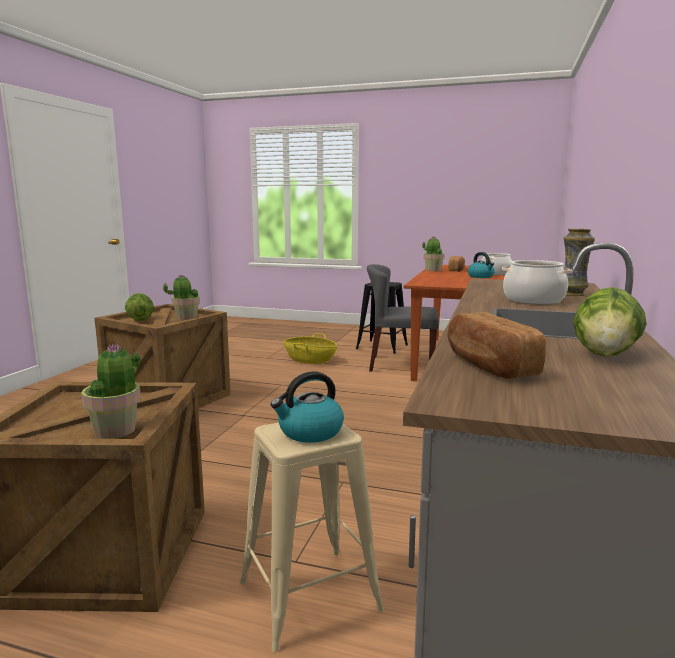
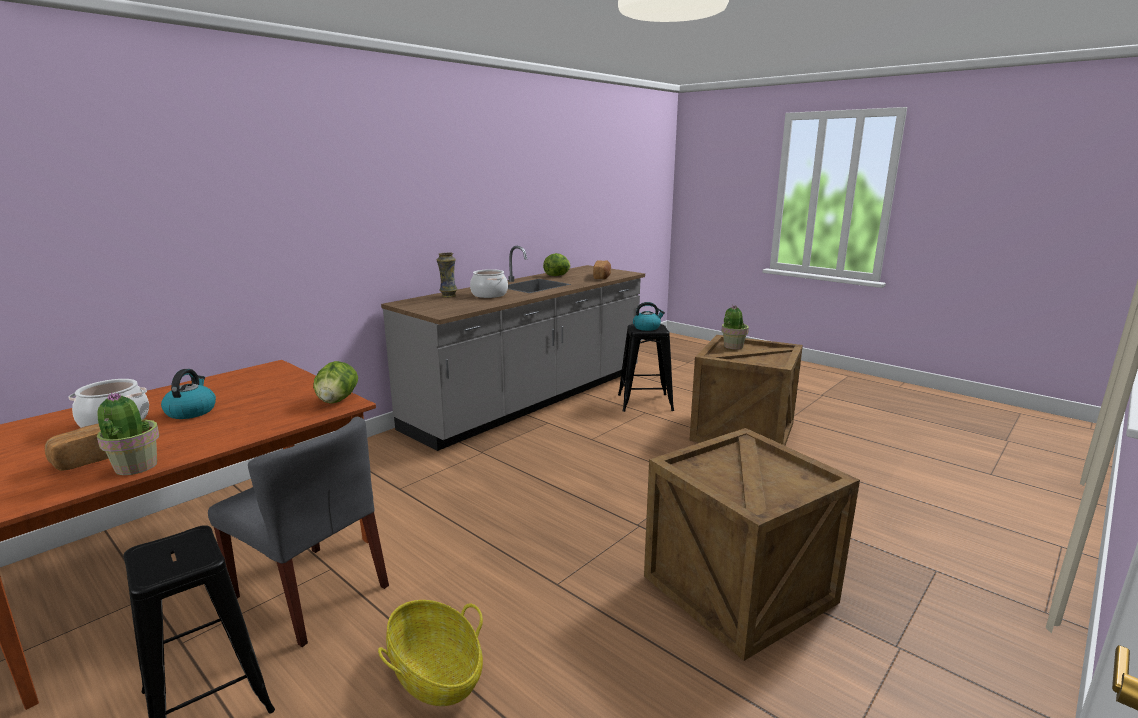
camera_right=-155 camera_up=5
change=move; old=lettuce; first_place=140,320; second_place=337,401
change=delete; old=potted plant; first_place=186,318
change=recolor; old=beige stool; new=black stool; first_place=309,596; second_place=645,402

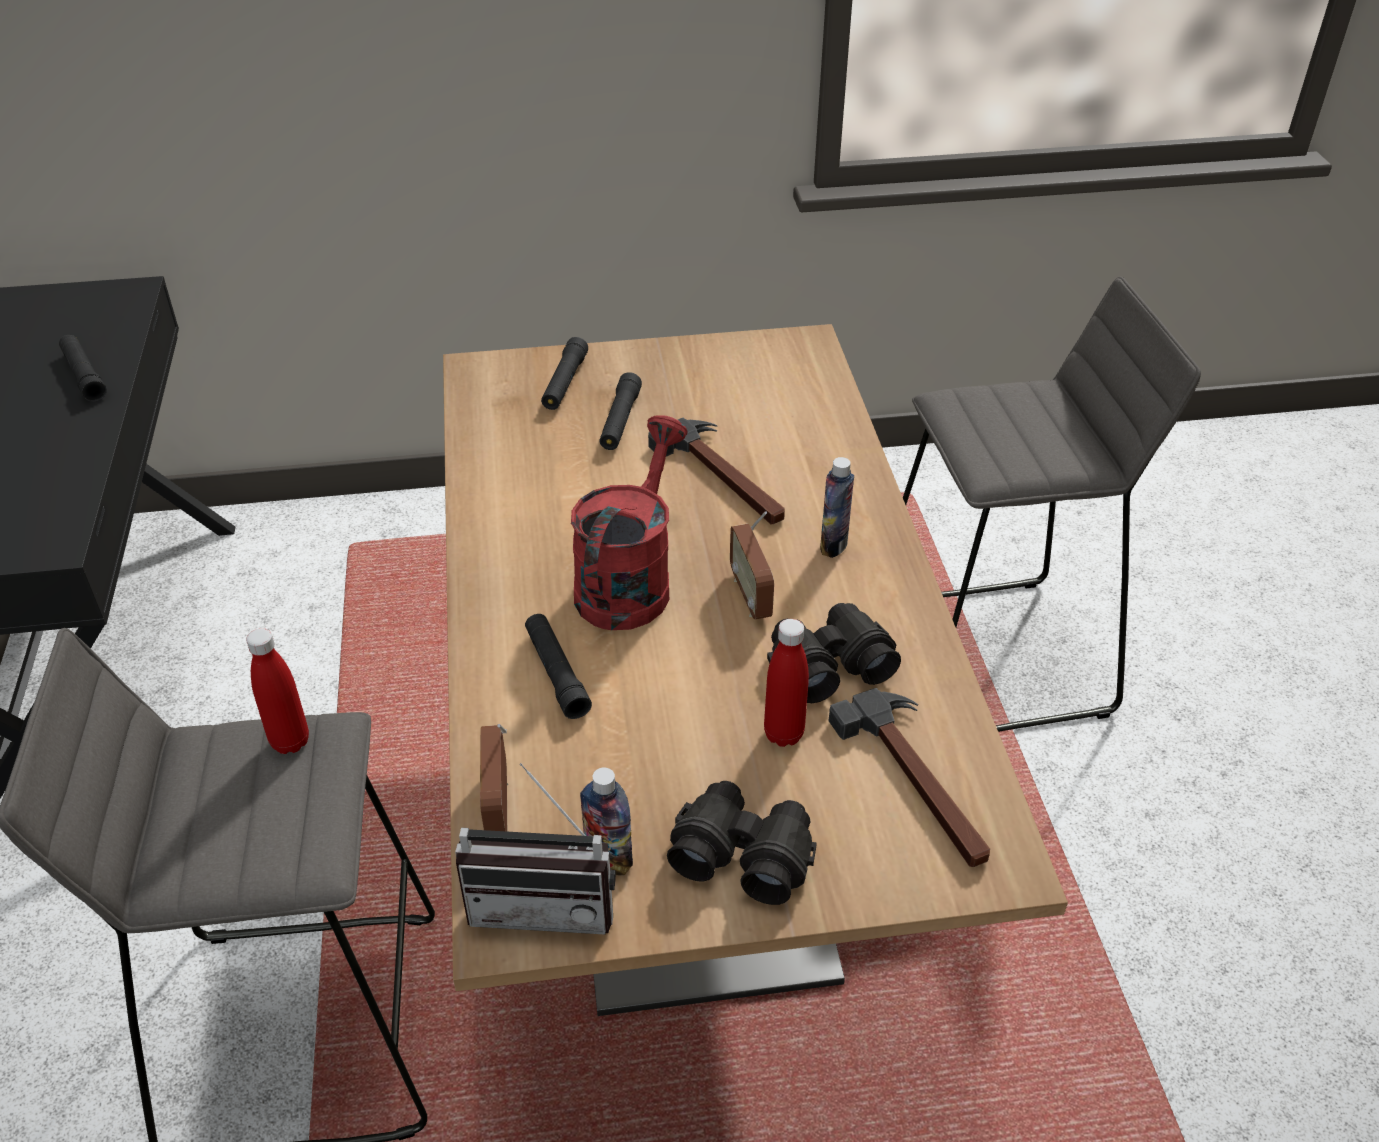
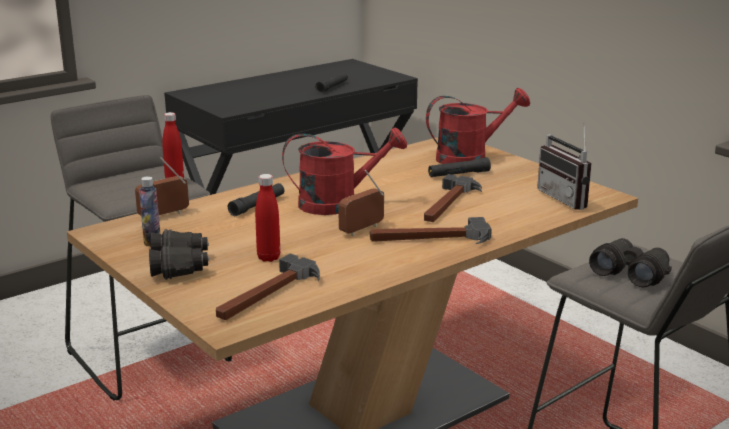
camera_right=60 camera_up=-20
change=move; old=radio; first_place=545,902; second_place=568,199
change=replace; old=black flashlight; new=red watering can; first_place=565,383; second_place=470,157
change=move; old=black binoculars; first_place=828,665; second_place=630,273
change=replace; old=bottle; new=hammer; first_place=833,545; second_place=430,239

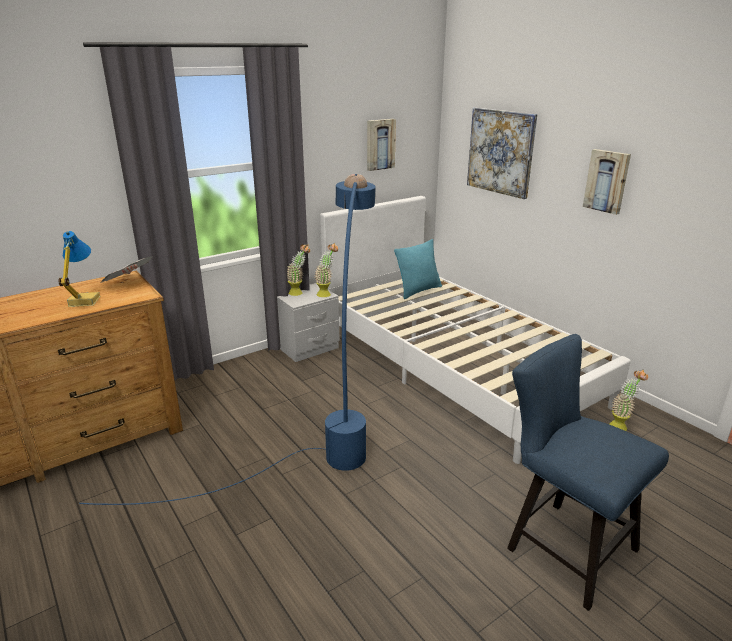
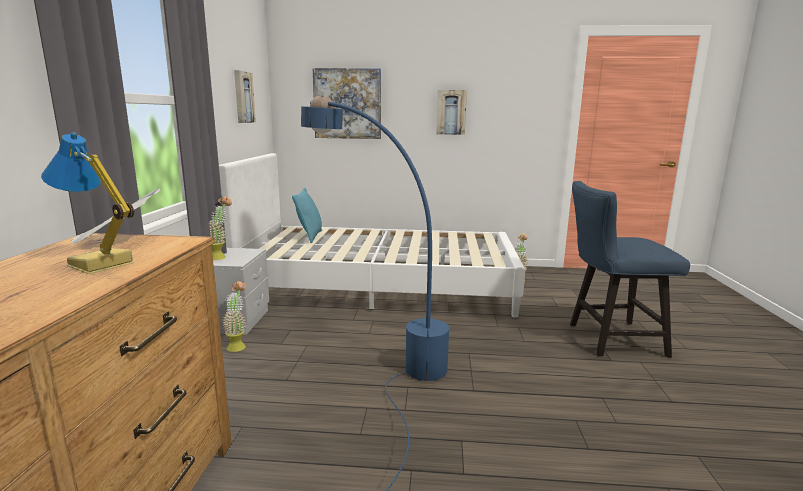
camera_right=-50 camera_up=-10
change=move; old=potted plant; first_place=327,293; second_place=238,345

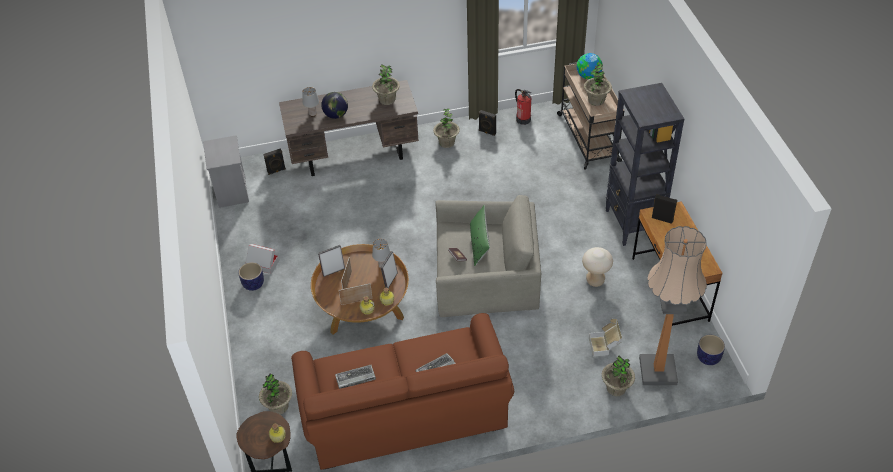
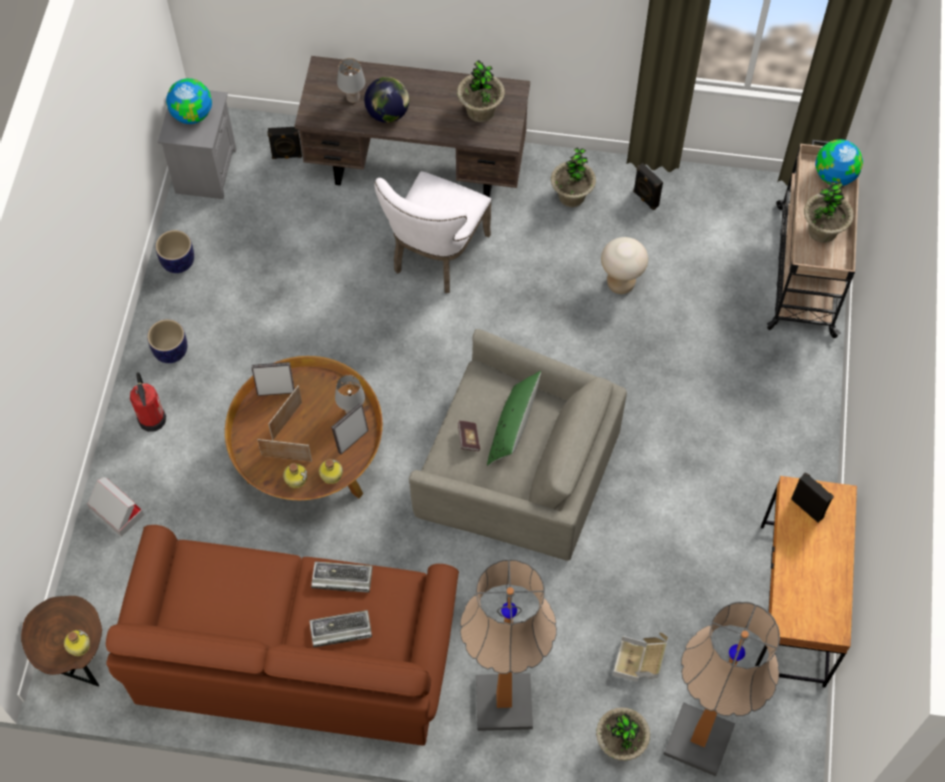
camera_right=20 camera_up=15
change=move; old=cardboard box; first_place=262,264; second_place=116,511
change=delete; old=potted plant; first_place=278,406
change=move; old=keyboard; first_place=355,378; second_place=341,578
change=move; old=fire extinguisher; first_place=523,119; second_place=152,418
change=move; old=beige stool; first_place=595,281; second_place=620,284
change=delete; old=black bookcase; first_place=633,224
change=move; old=planter; first_place=708,358; second_place=178,262
change=insert; new=globe; second_place=192,114
change=insert; new=white chair; second_place=436,257
change=insert; new=floor lamp; second_place=503,703

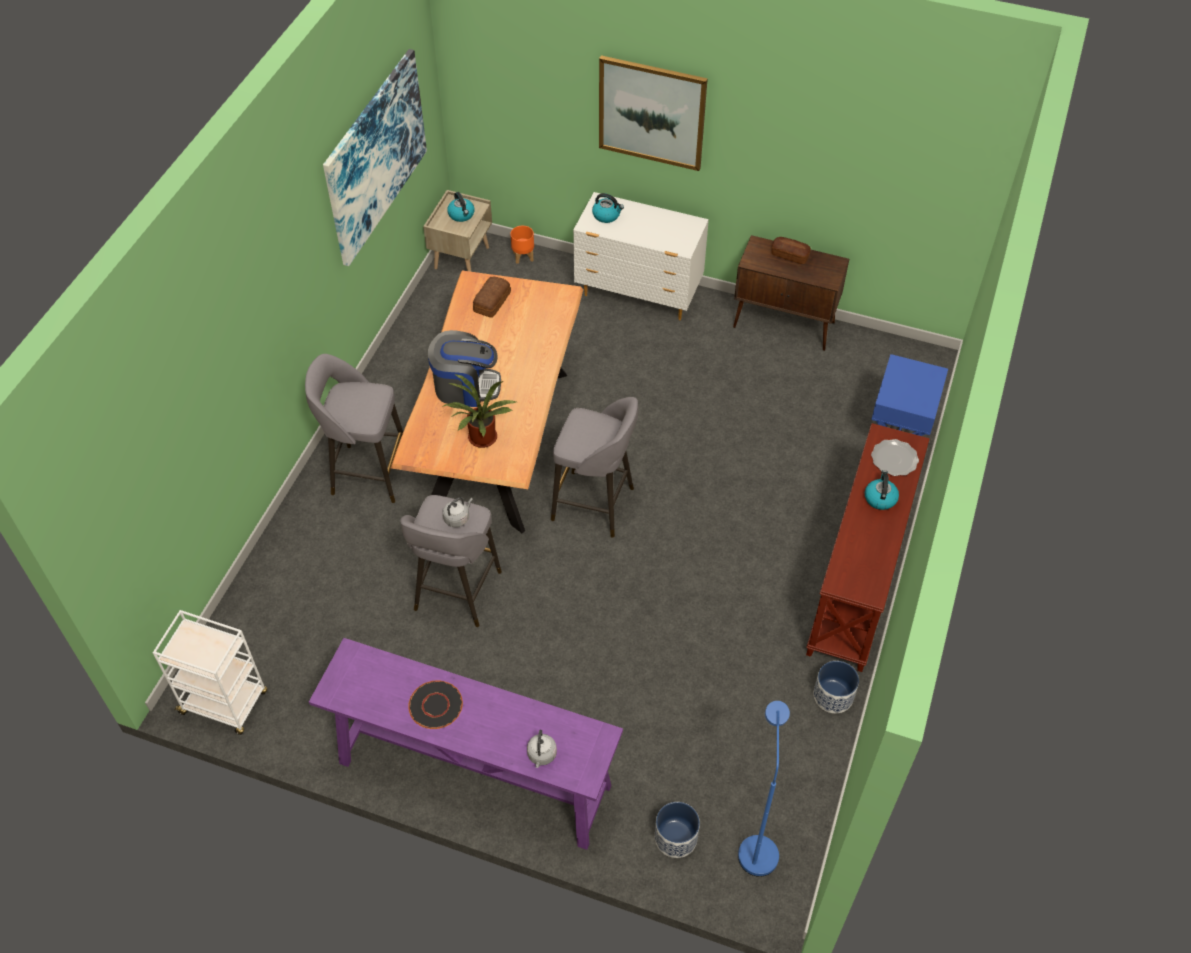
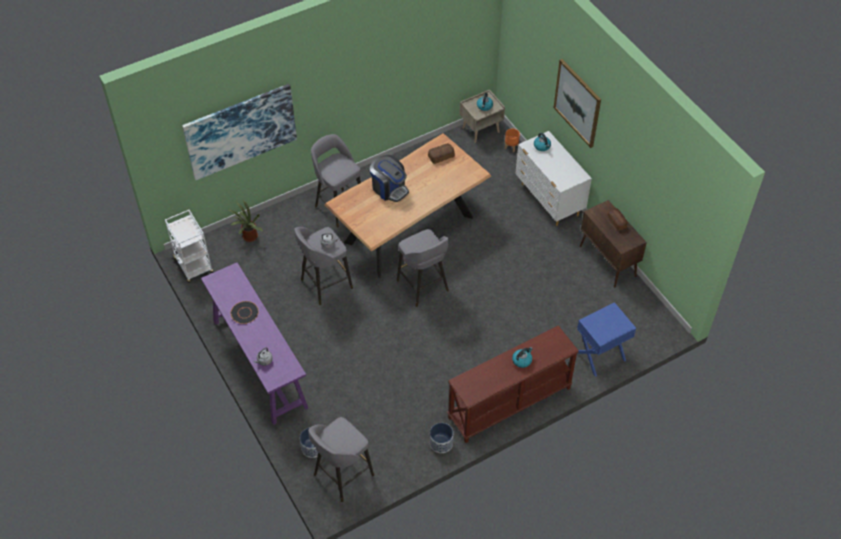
camera_right=40 camera_up=0
change=move; old=picture; first_place=375,156; second_place=240,131
change=move; old=potted plant; first_place=481,440; second_place=248,237
change=replace; old=blue floor lamp; new=grey stool; first_place=756,845; second_place=342,476
change=delete; old=plate; first_place=894,459

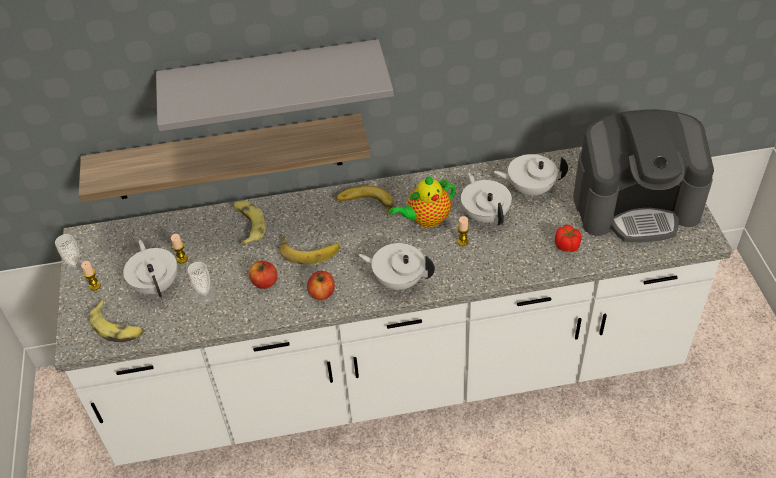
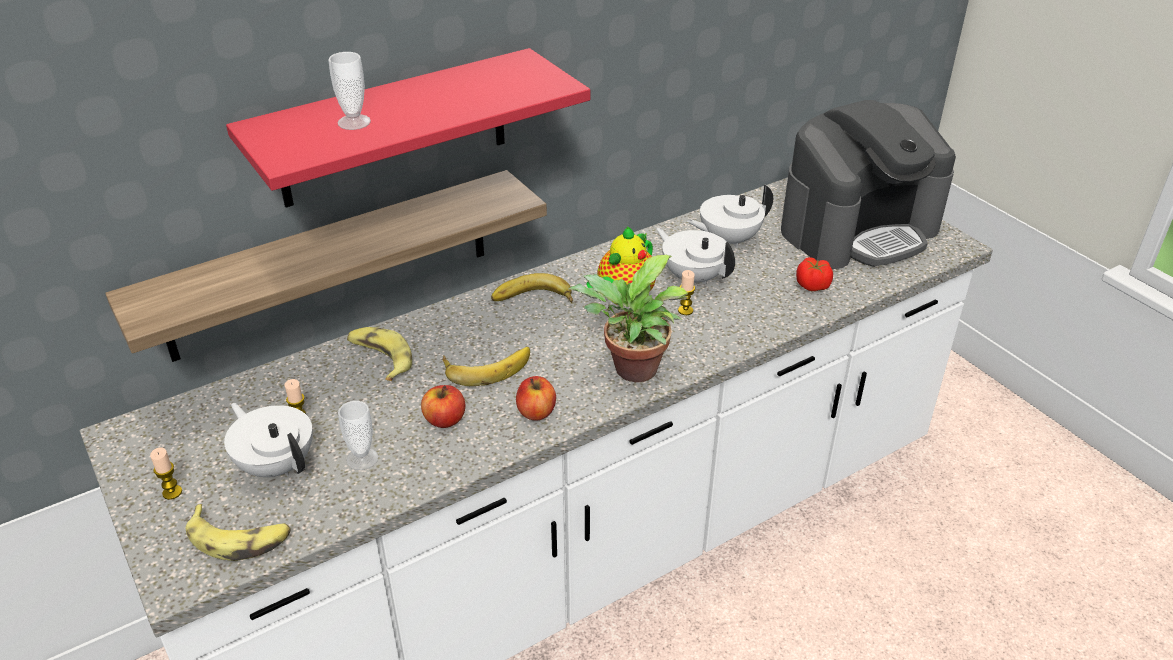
camera_right=-25 camera_up=-10
change=move; old=cup; first_place=76,267; second_place=354,122
change=recolor; old=grey shelf; new=red shelf; first_place=273,82; second_place=393,129
change=replace; old=white teapot; new=potted plant; first_place=398,280; second_place=631,371

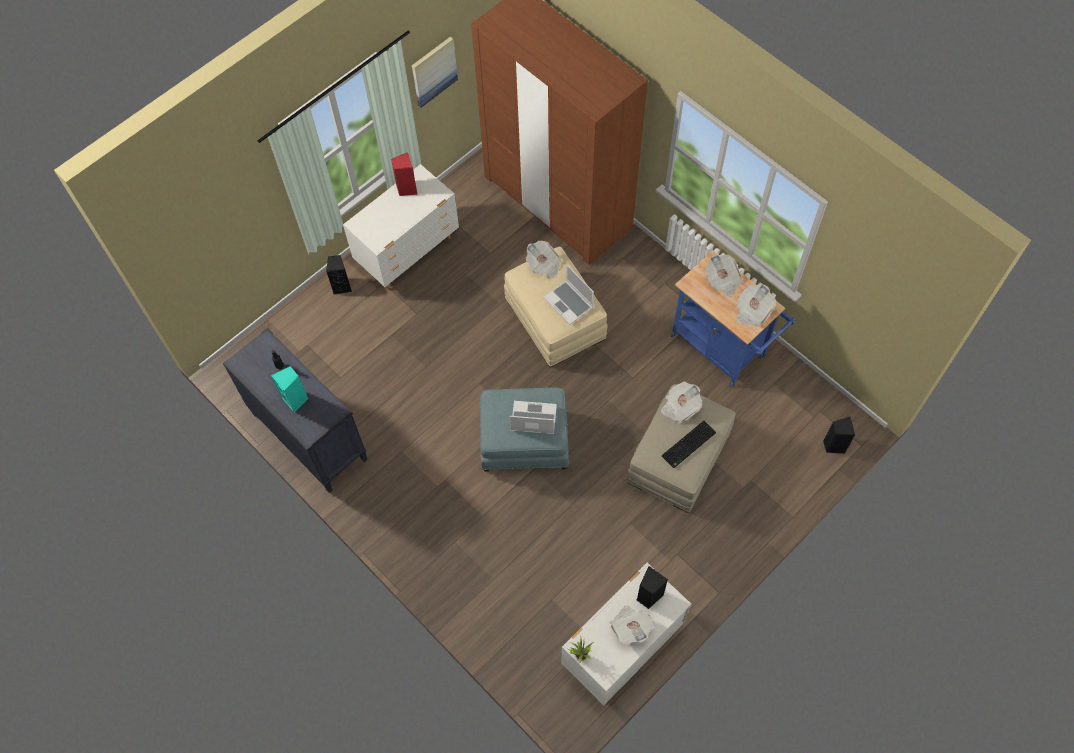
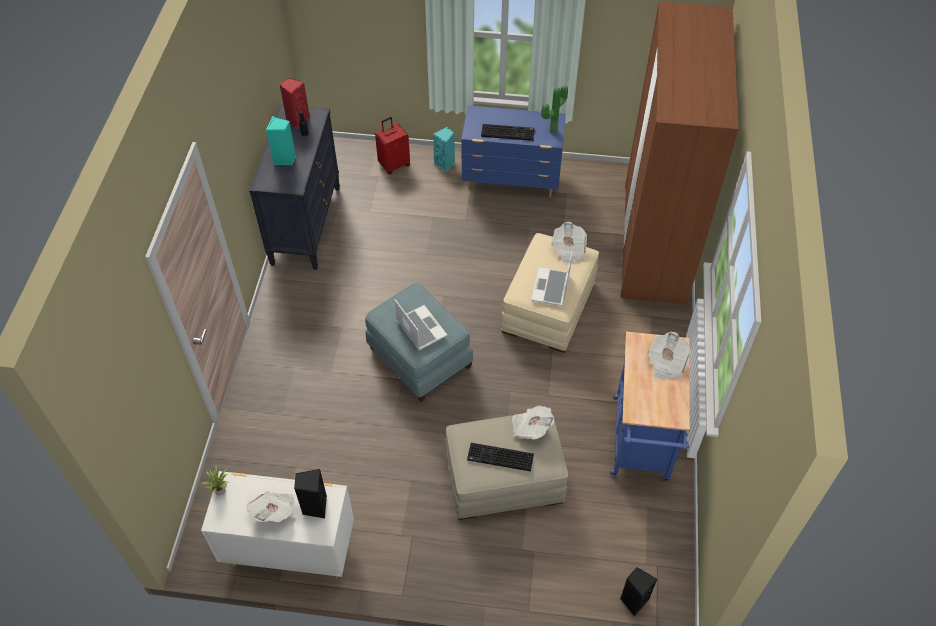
camera_right=50 camera_up=-10
change=recolor; old=black speaker; new=turquoise speaker; first_place=342,286; second_place=445,164
change=recolor; old=white dresser; new=blue dresser; first_place=409,253; second_place=512,182
change=move; old=red speaker; first_place=406,189; second_place=297,120
change=delete; old=picture; first_place=434,71
change=delete; old=newspaper; first_place=752,311
change=insert; new=red suitcase; second_place=394,165
change=insert; new=keyboard; second_place=508,132
change=insert; new=potted plant; second_place=552,130

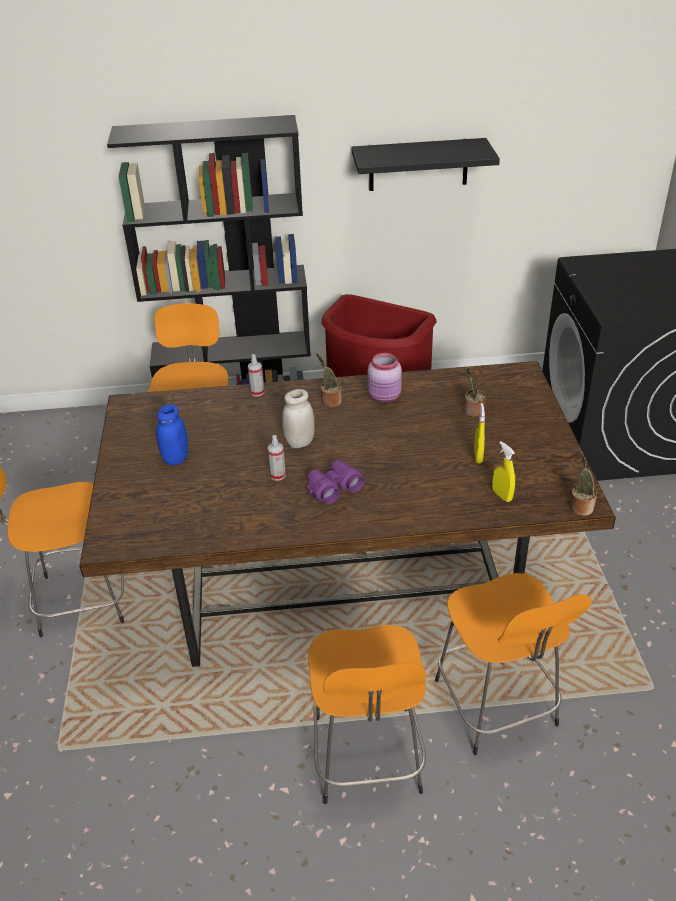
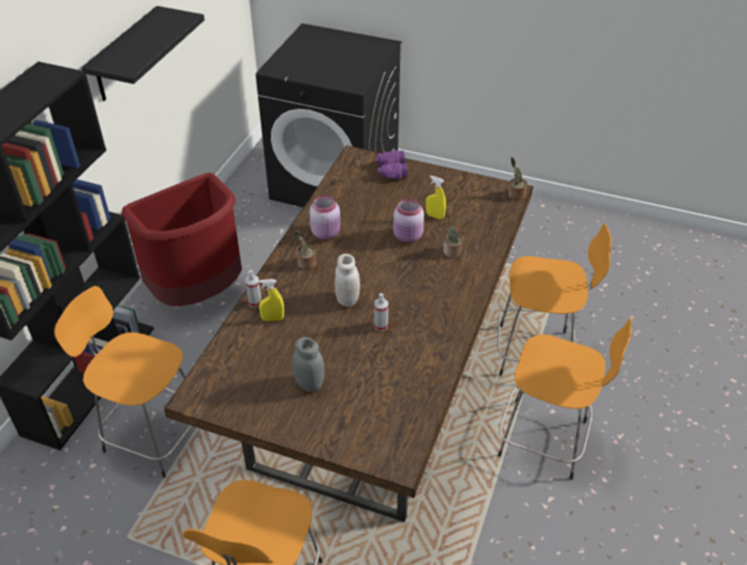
camera_right=-65 camera_up=5
change=recolor; old=blue jar; new=grey jar; first_place=175,458; second_place=309,384
change=move; old=purple binoculars; first_place=333,488; second_place=390,171
change=move; old=potted plant; first_place=473,411; second_place=452,252
change=move; old=yellow spray bottle; first_place=502,495; second_place=273,319
change=insert; new=pink jar; second_place=408,237

